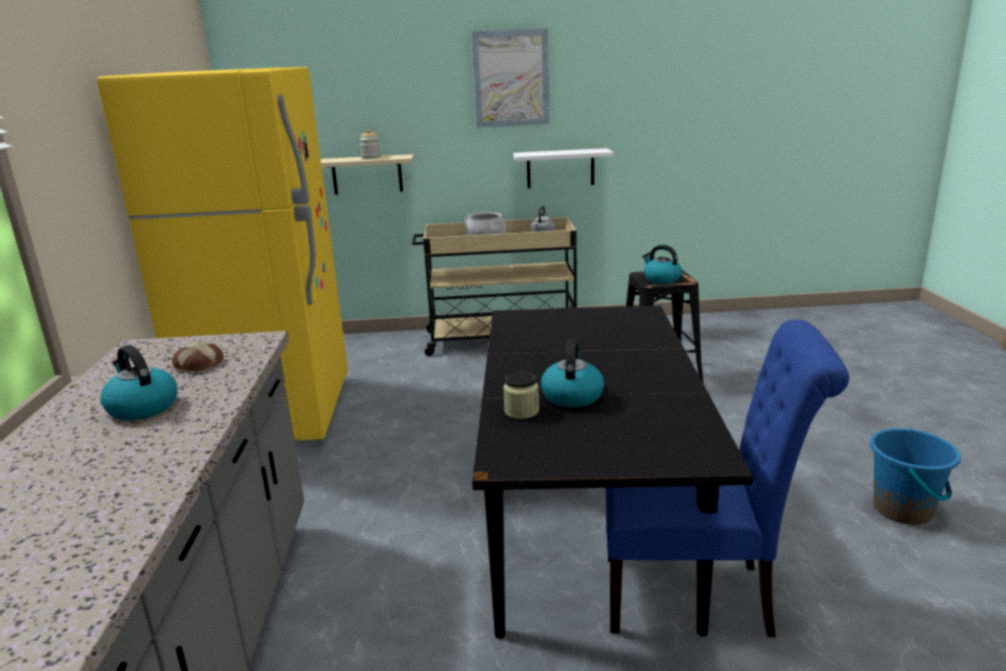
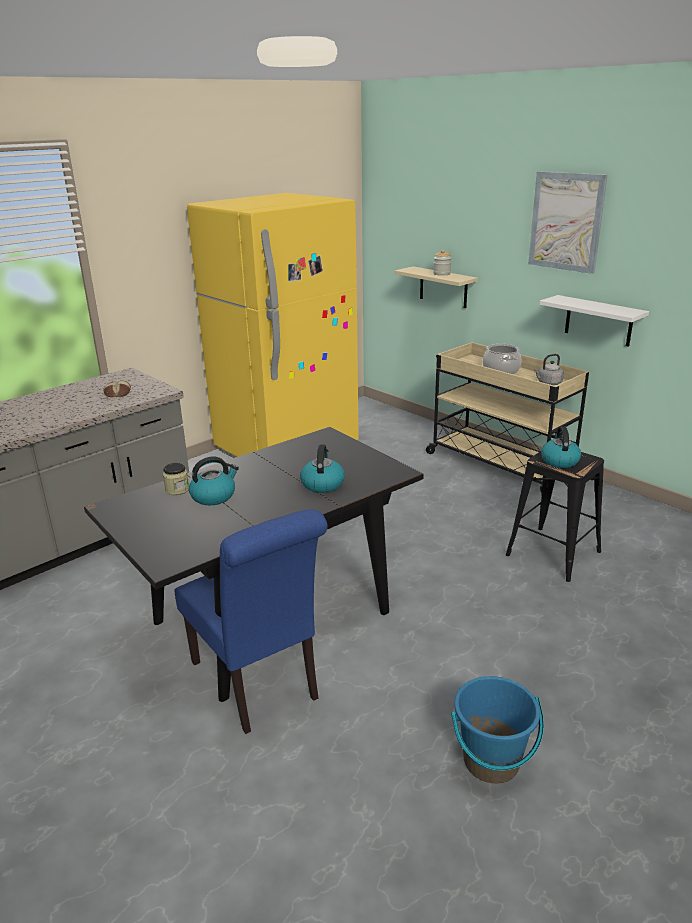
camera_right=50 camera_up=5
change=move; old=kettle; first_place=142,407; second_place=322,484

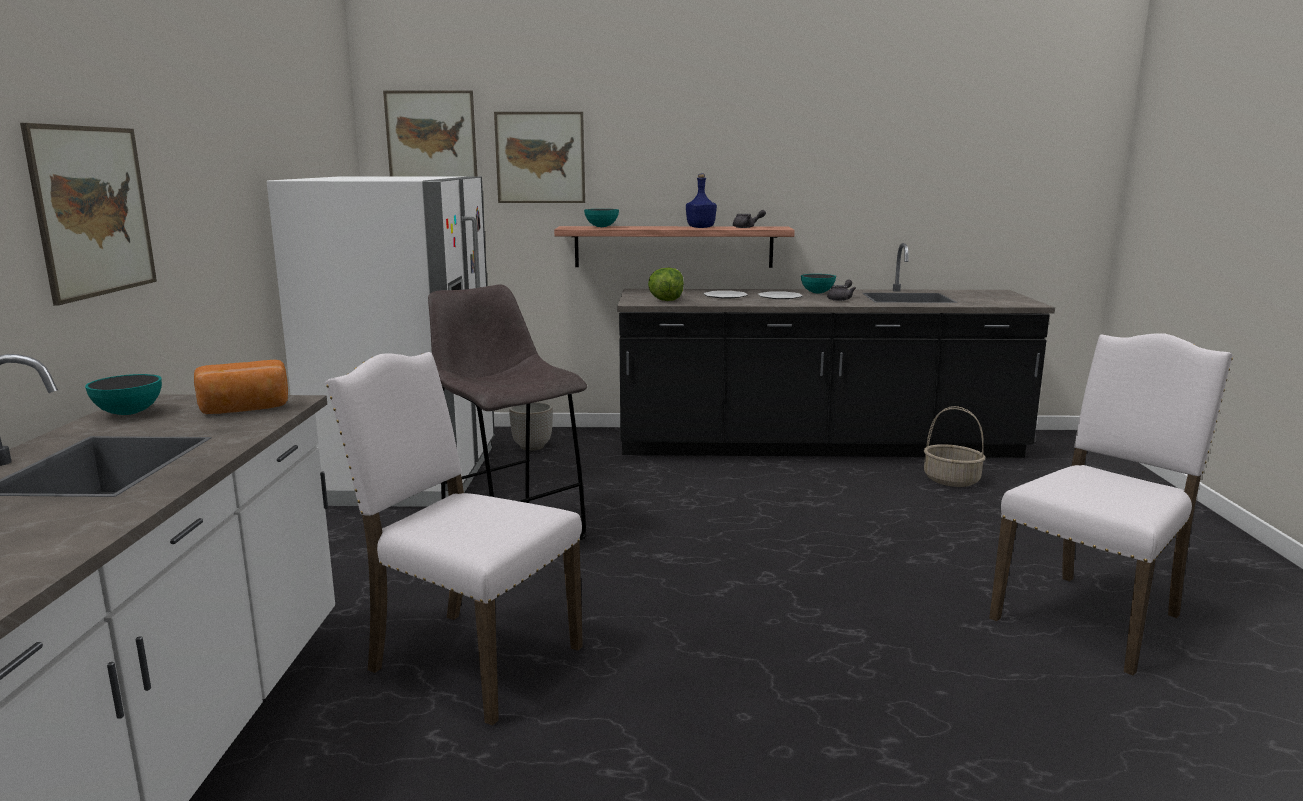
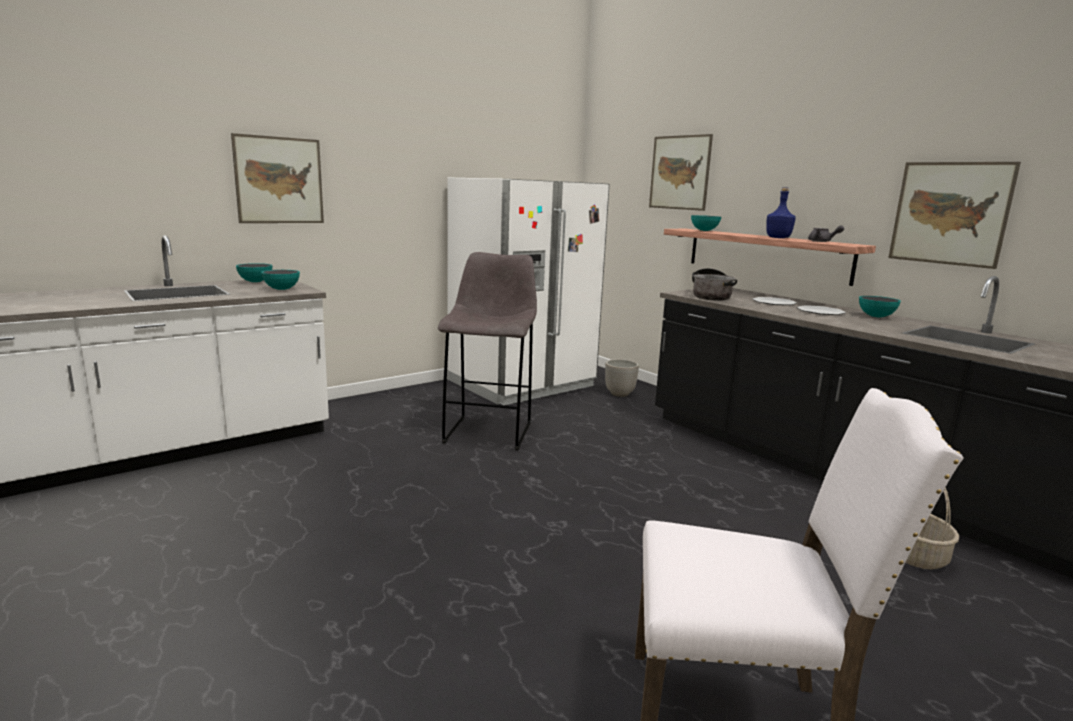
camera_right=50 camera_up=0
change=replace; old=bread; new=bowl; first_place=245,409; second_place=281,289
change=delete; old=white chair; first_place=469,659
change=move; old=picture; first_place=431,137; second_place=950,213
change=replace; old=lettuce; new=cooking pot; first_place=666,300; second_place=711,296
change=delete; old=grey teapot; first_place=841,299

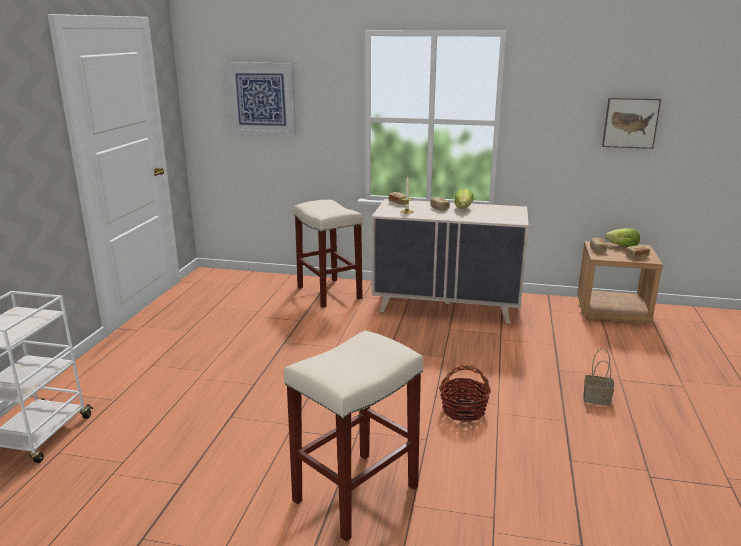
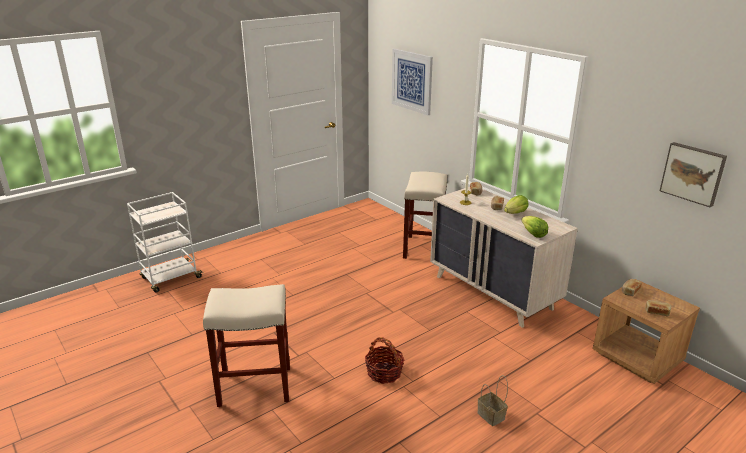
camera_right=40 camera_up=5
change=move; old=lettuce; first_place=623,246; second_place=533,234

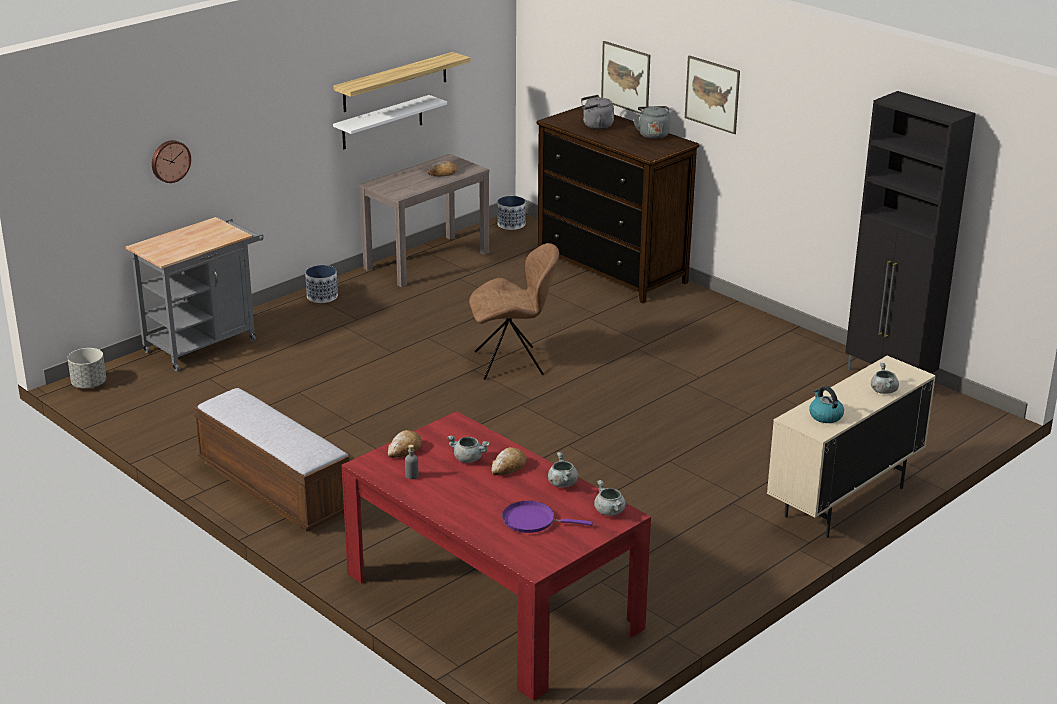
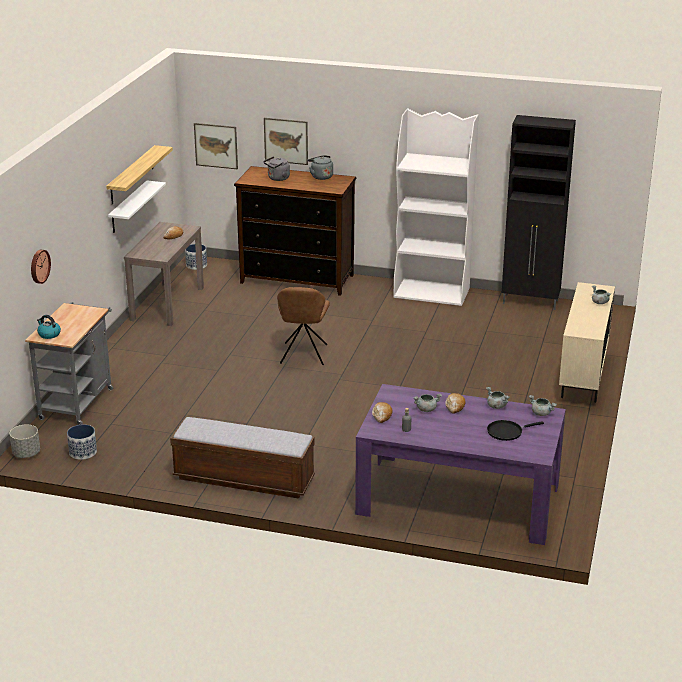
camera_right=-30 camera_up=0
change=move; old=planter; first_place=322,296; second_place=83,452
change=recolor; old=red dining table; new=purple dining table; first_place=492,600; second_place=458,499
change=rotate; old=brown chair; first_place=512,363; second_place=303,355; degrees=135
change=recolor; old=purple frying pan; new=black frying pan; first_place=532,520; second_place=507,432
change=move; old=picture; first_place=712,94; second_place=216,146
change=move; old=kettle; first_place=825,416; second_place=49,334
change=insert; new=white bookcase; second_place=432,293

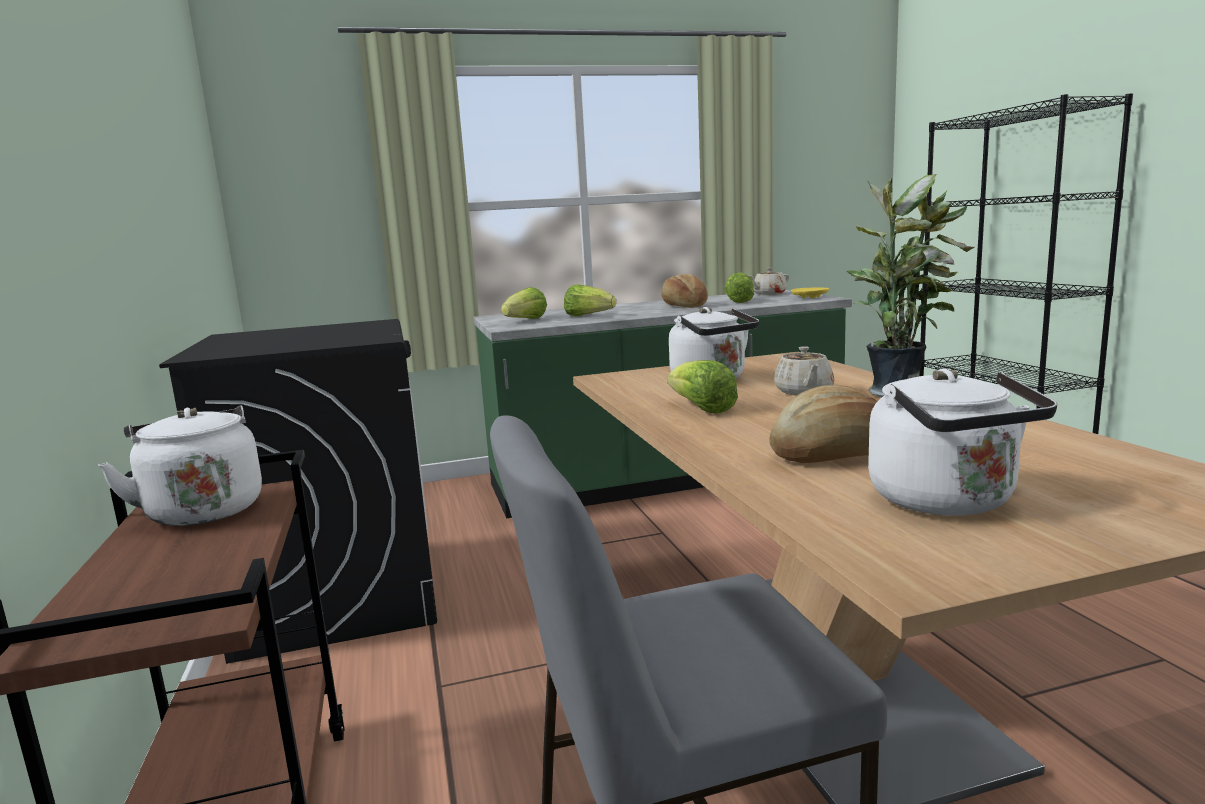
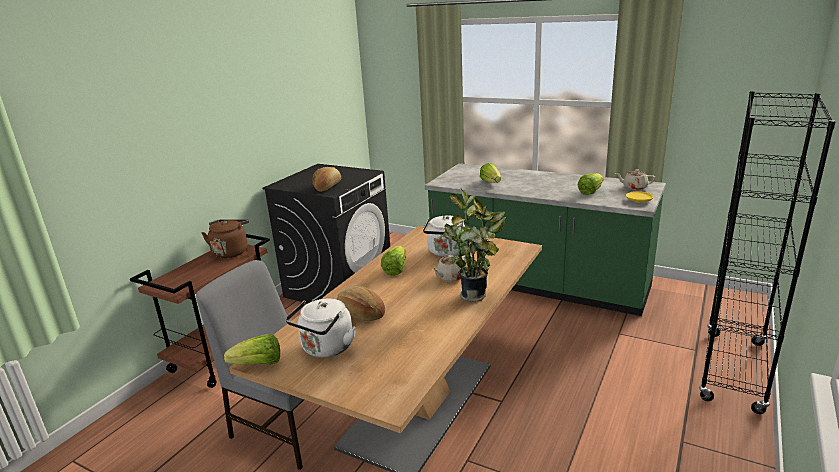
camera_right=45 camera_up=10
change=recolor; old=white kettle; new=brown kettle; first_place=202,510; second_place=231,252
change=move; old=lettuce; first_place=526,320; second_place=258,364
change=move; old=bread; first_place=684,306; second_place=328,187

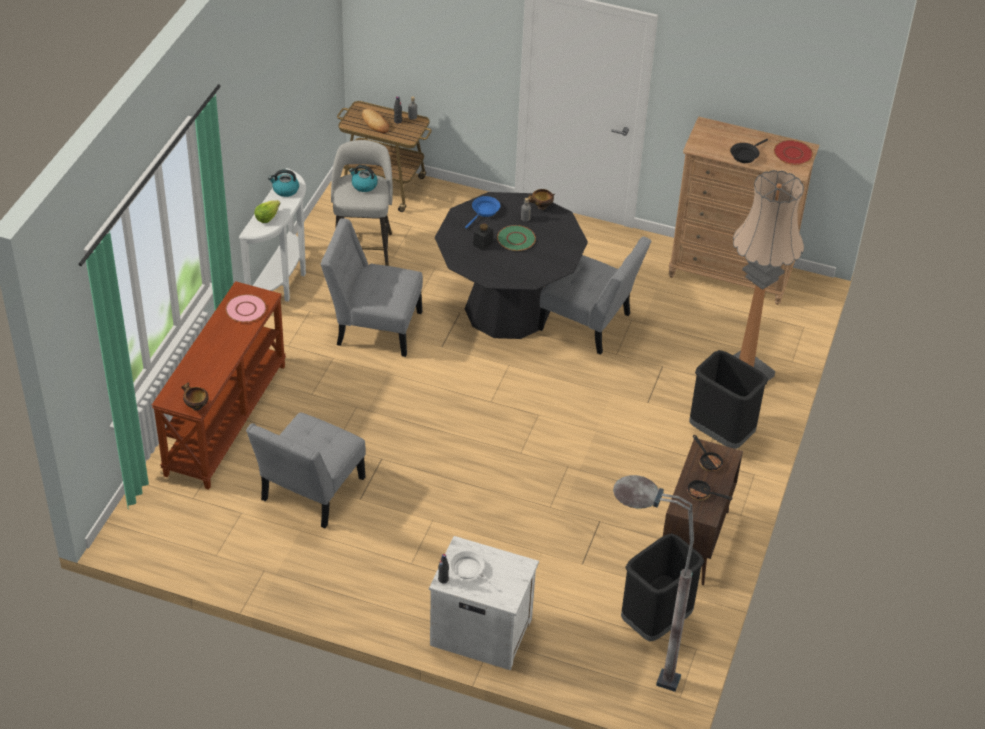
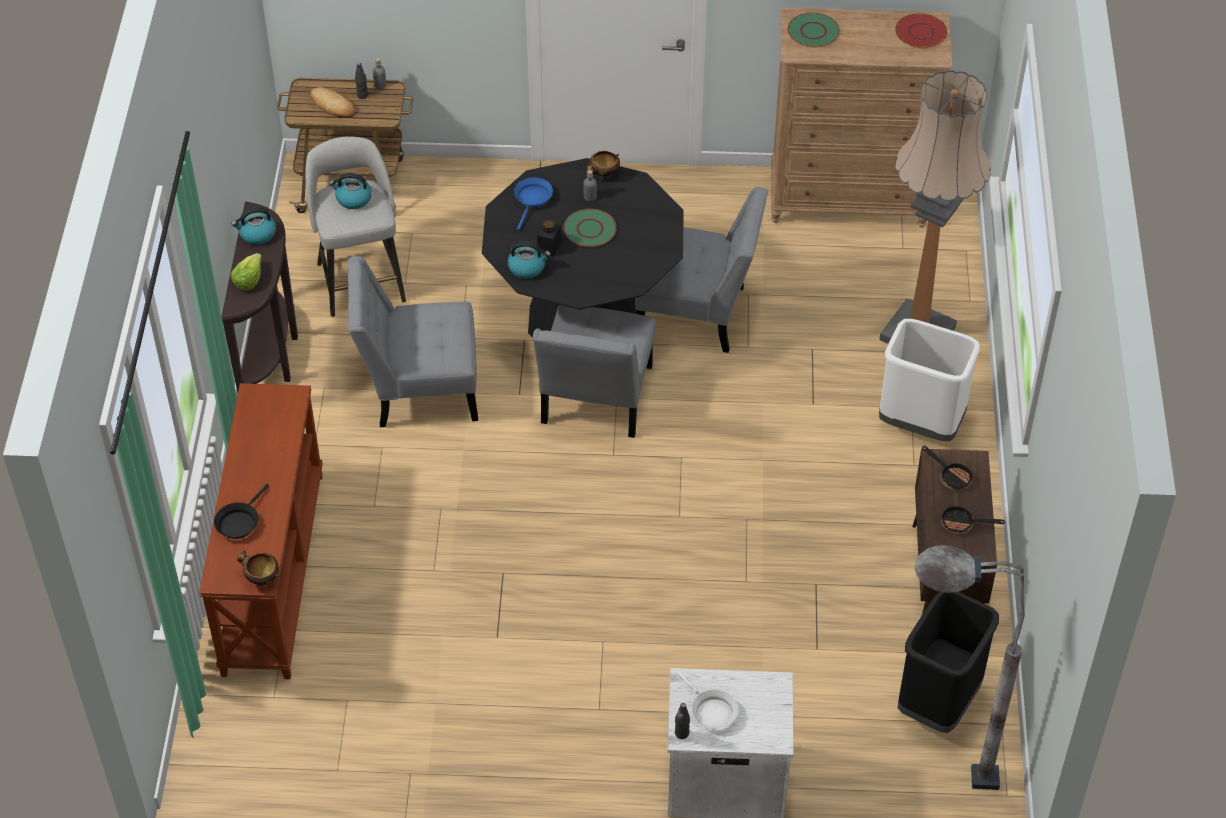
camera_right=-15 camera_up=5
change=delete; old=pink plate; first_place=246,309
change=recolor; old=white console table; new=brown console table; first_place=283,283; second_place=272,356
change=move; old=grey chair; first_place=309,493; second_place=595,400
change=rotate; old=white frying pan; first_place=470,570; second_place=711,711; degrees=-150
change=recolor; old=black trash can; new=white trash can; first_place=721,434; second_place=921,423
change=move; old=black frying pan; first_place=745,155; second_place=239,522
change=insert; new=kettle; second_place=527,267
change=insert; new=green plate; second_place=813,31

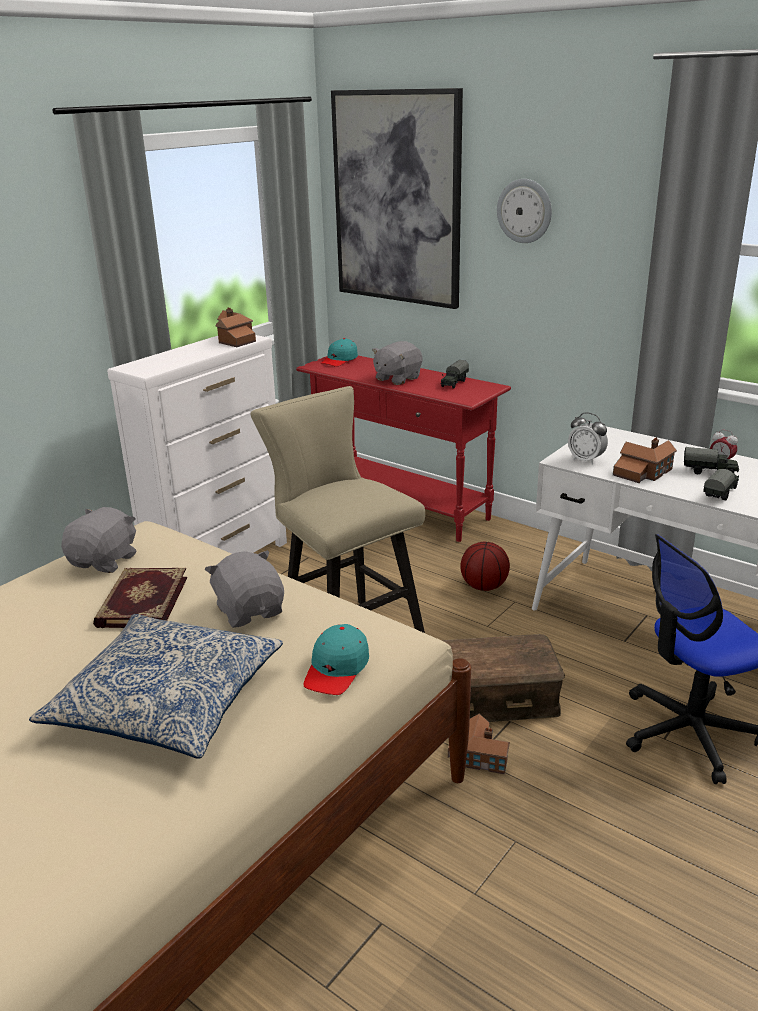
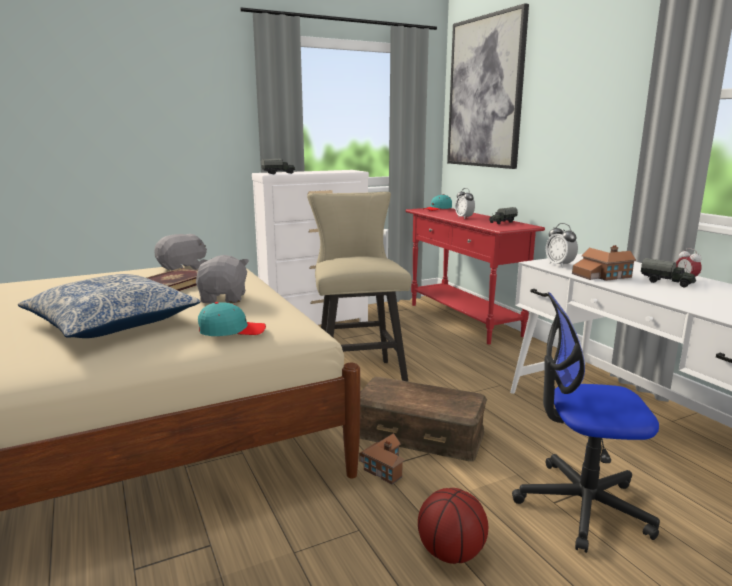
camera_right=25 camera_up=-10
change=delete; old=toy house; first_place=234,340
change=rotate; old=turquoise cap; first_place=337,669; second_place=231,330; degrees=-150
change=replace; old=grey plush toy; new=alarm clock; first_place=397,378; second_place=464,217
change=move; old=basketball; first_place=483,587; second_place=450,553
change=delete; old=wall clock; first_place=524,211
change=move; old=toy truck; first_place=720,493; second_place=279,173

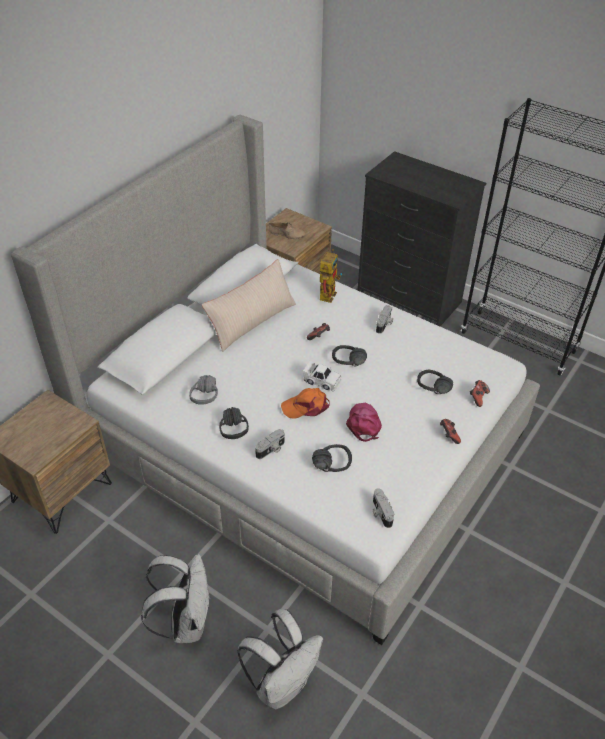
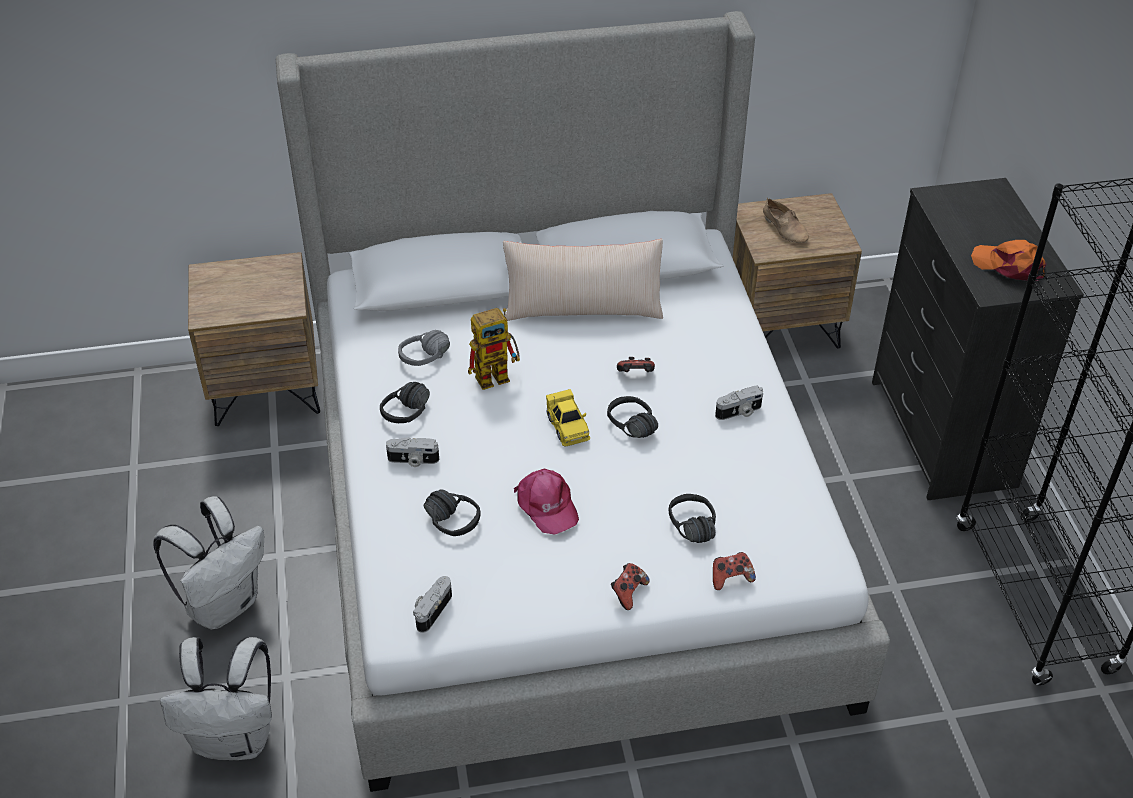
camera_right=45 camera_up=0
change=move; old=orange cap; first_place=306,406; second_place=1009,265
change=recolor; old=white toy car; new=yellow toy car; first_place=322,381; second_place=567,426
change=move; old=toy robot; first_place=327,293; second_place=498,374
change=rotate; old=pink cap; first_place=364,424; second_place=546,505; degrees=105

